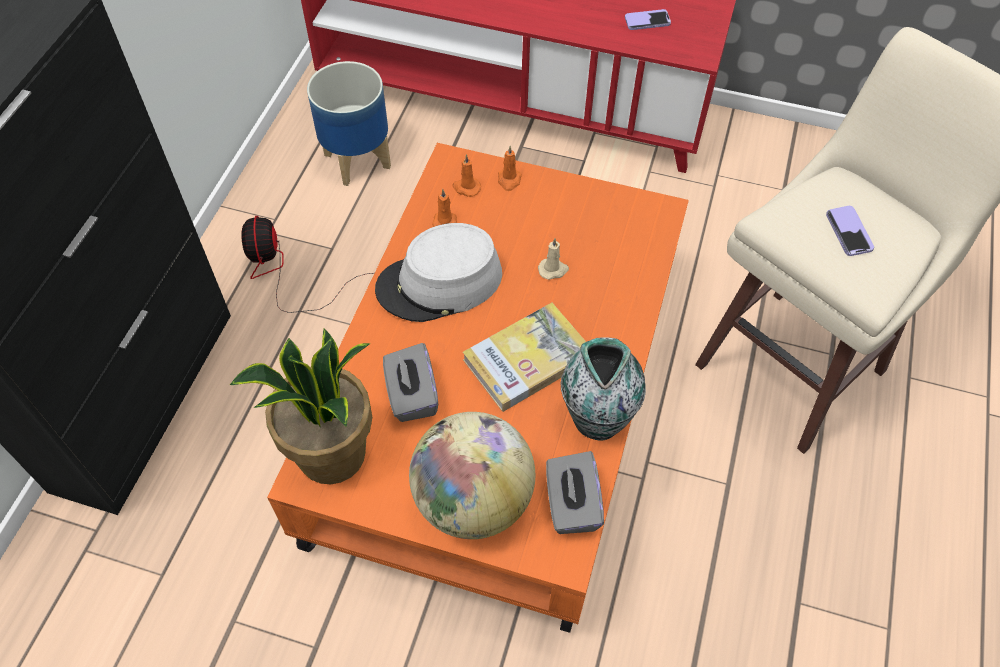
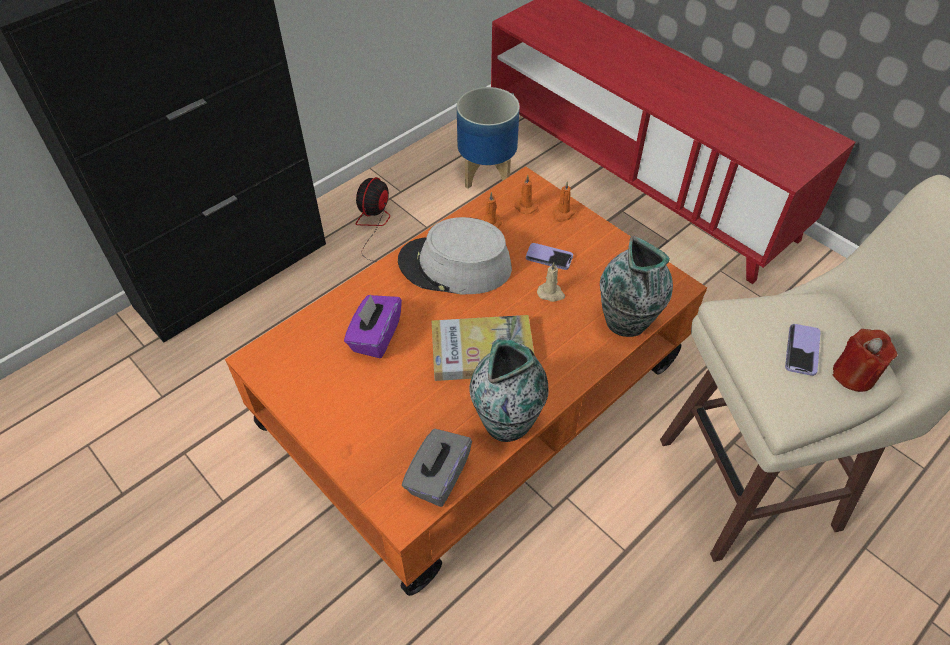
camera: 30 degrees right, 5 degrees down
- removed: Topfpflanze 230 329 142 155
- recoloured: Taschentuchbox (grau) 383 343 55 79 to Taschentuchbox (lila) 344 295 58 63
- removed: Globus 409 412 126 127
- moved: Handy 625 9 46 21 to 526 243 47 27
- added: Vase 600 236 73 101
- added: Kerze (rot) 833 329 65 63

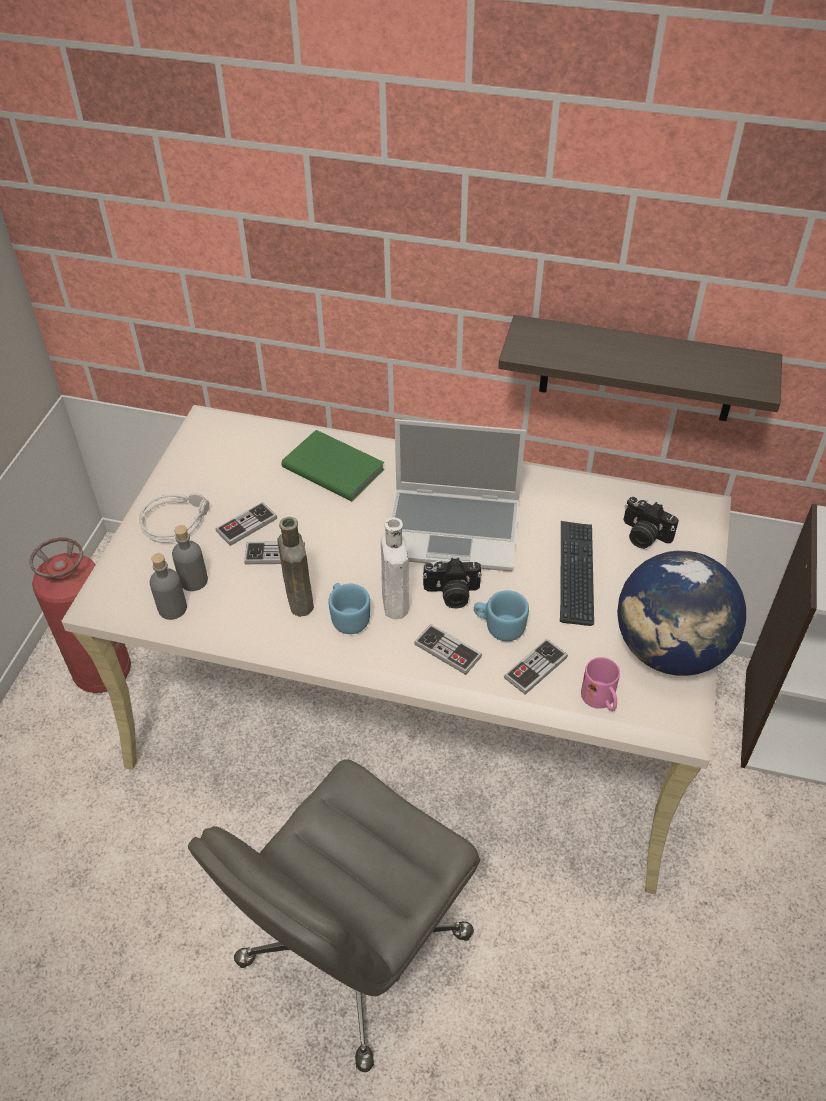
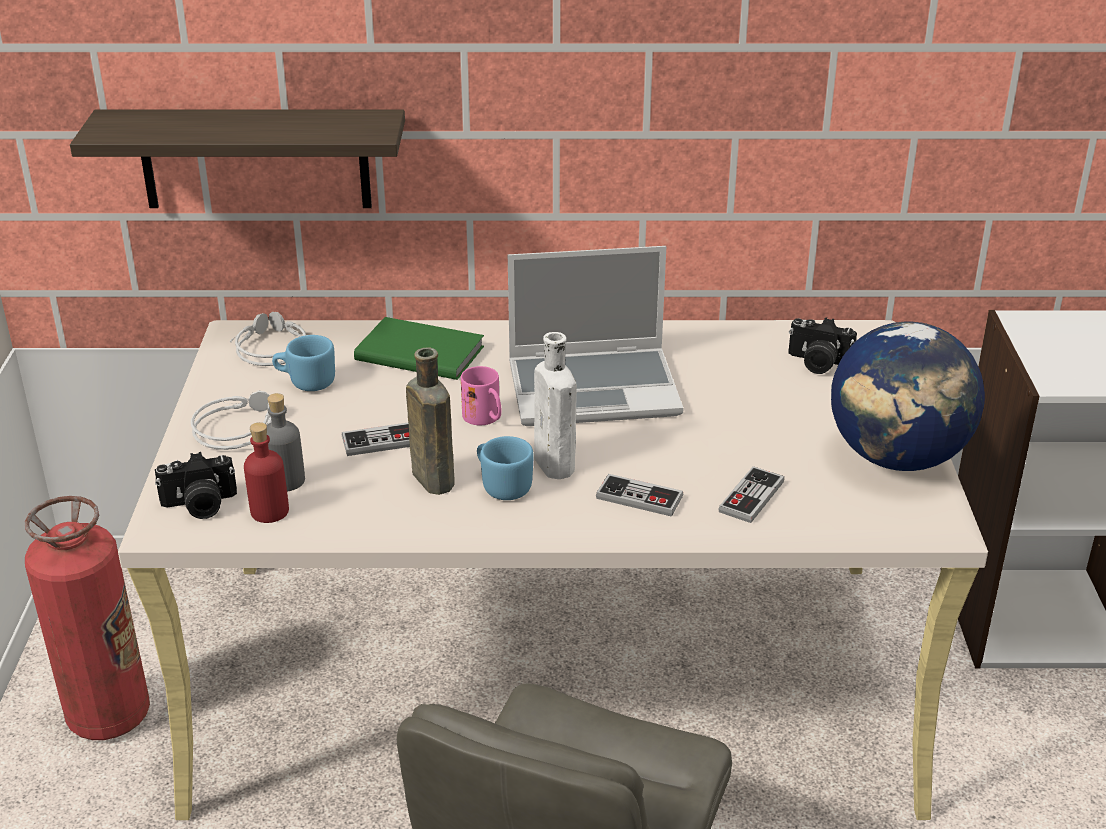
camera: 15 degrees left, 15 degrees down
- recoloured: Flasche (grau) 150 553 37 67 to Flasche (rot) 244 422 45 101
- removed: Gamepad 216 502 61 44
- moved: Kamera 423 558 59 50 to 155 452 82 67
- moved: Henkelbecher (blau) 474 590 55 51 to 272 335 63 56
- moved: Wandregal 498 315 284 106 to 70 109 335 99
- removed: Tastatur 560 521 34 105
- moved: Henkelbecher (rosa) 581 657 39 54 to 461 366 41 59
- added: Kopfhörer (grau) 230 311 76 55

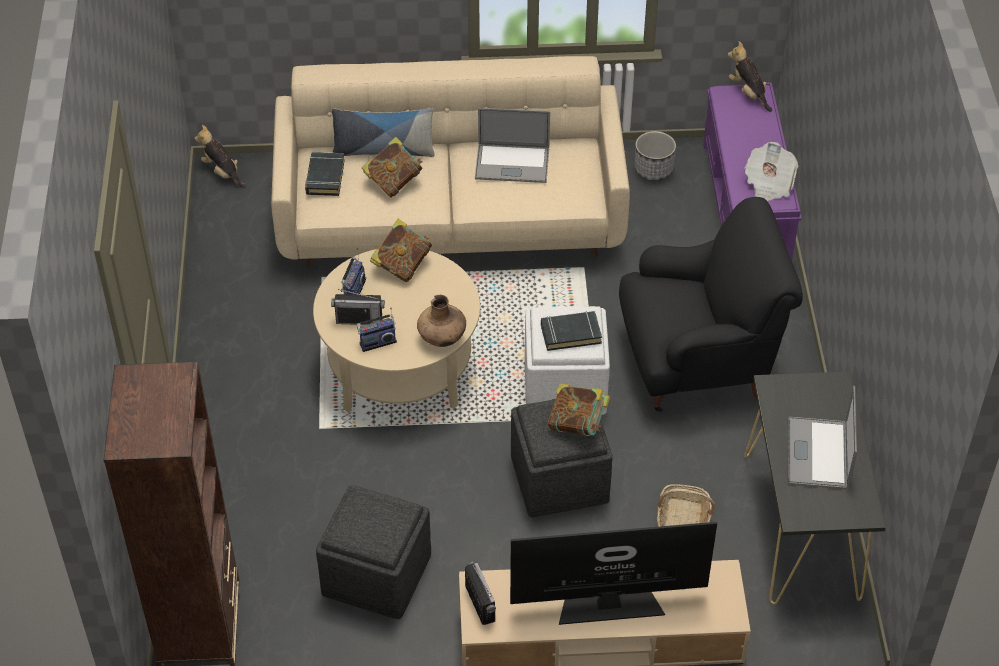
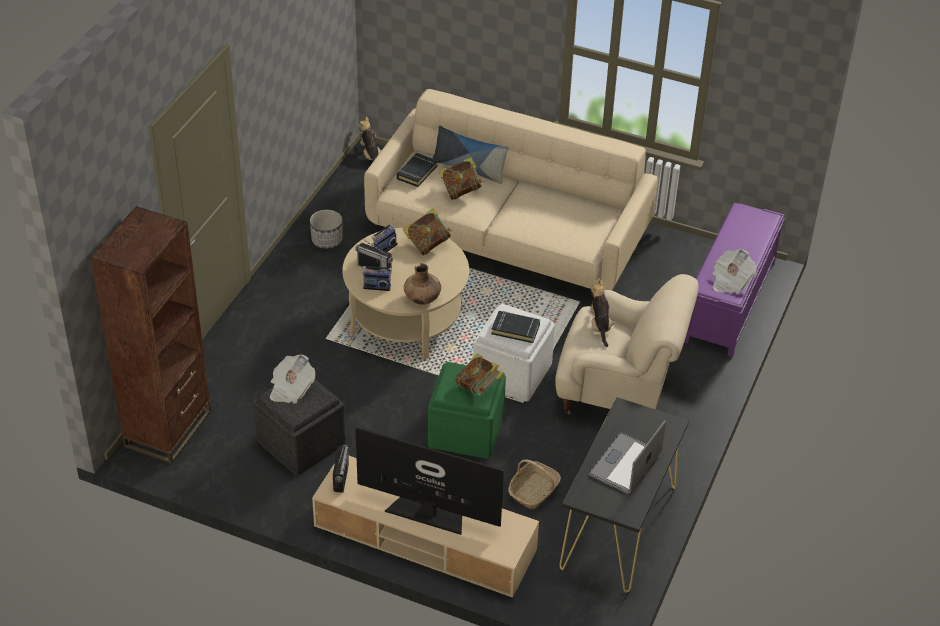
camera: 25 degrees right, 5 degrees down
- removed: Laptop 475 108 75 75
- recoloured: Polsterhocker (grau) 511 399 102 119 to Polsterhocker (grün) 428 362 78 97
- recoloured: Sessel (schwarz) 619 197 184 215 to Sessel (beige) 555 274 144 141
- moved: Pflanzkübel 635 131 41 50 to 310 210 33 39
- moved: Plüschtier 728 41 44 71 to 590 280 26 67
- added: Zeitung 270 354 45 50

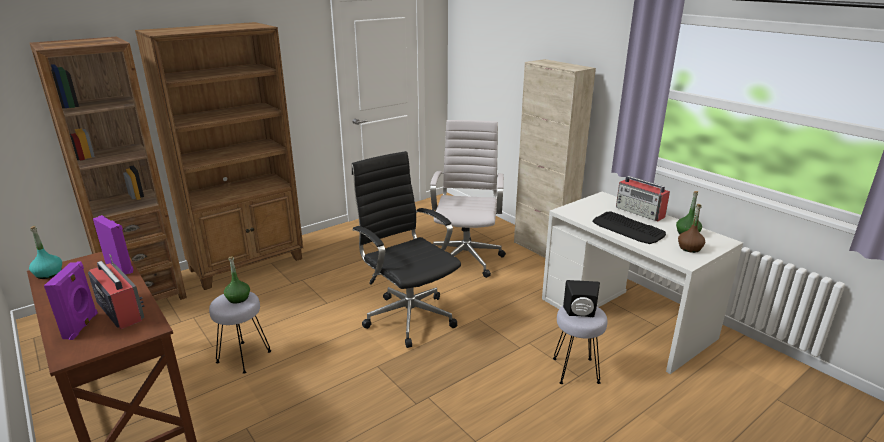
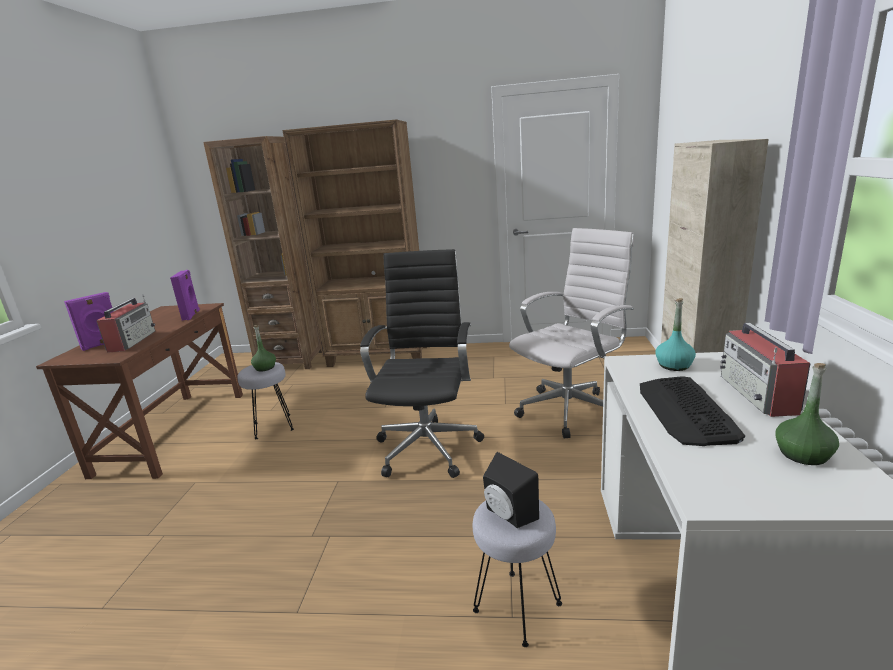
camera: 45 degrees right, 5 degrees down
- moved: Flasche (türkis) 29 226 33 53 to 655 298 41 73
- removed: Flasche (braun) 678 204 27 49

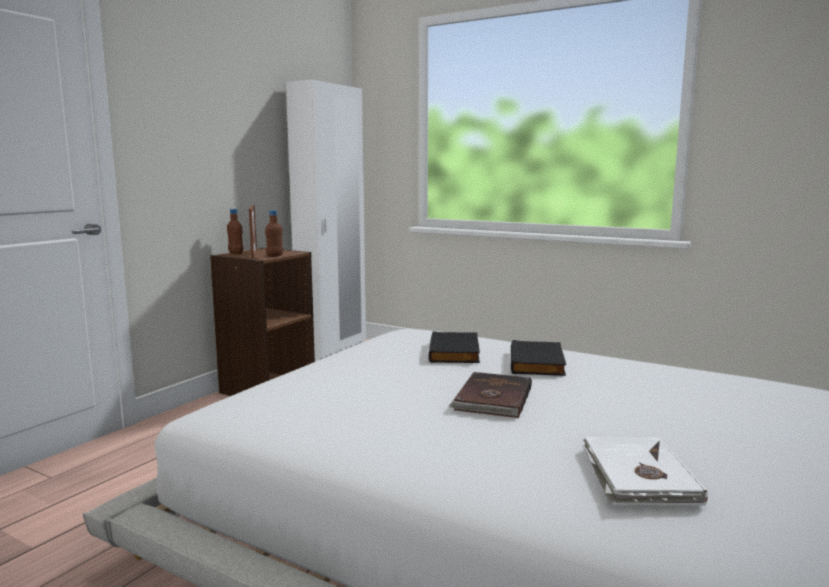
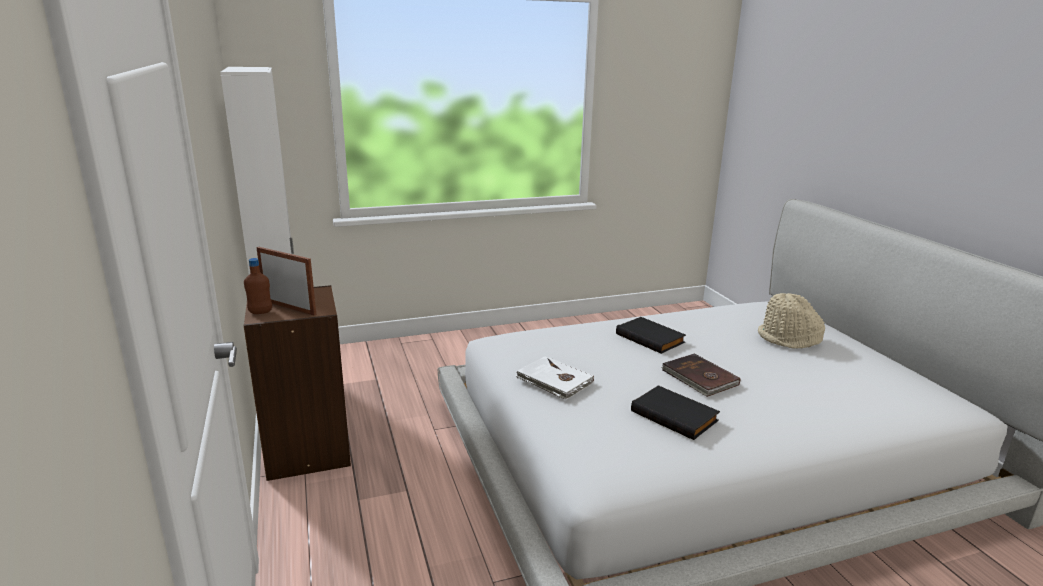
camera: 50 degrees left, 10 degrees up
- removed: Flasche (braun) 265 210 18 47
- moved: Buch (schwarz) 429 331 51 32 to 631 385 89 55
- moved: Buch (weiß) 583 437 125 69 to 516 356 78 44
- added: Hut (beige) 758 293 67 56

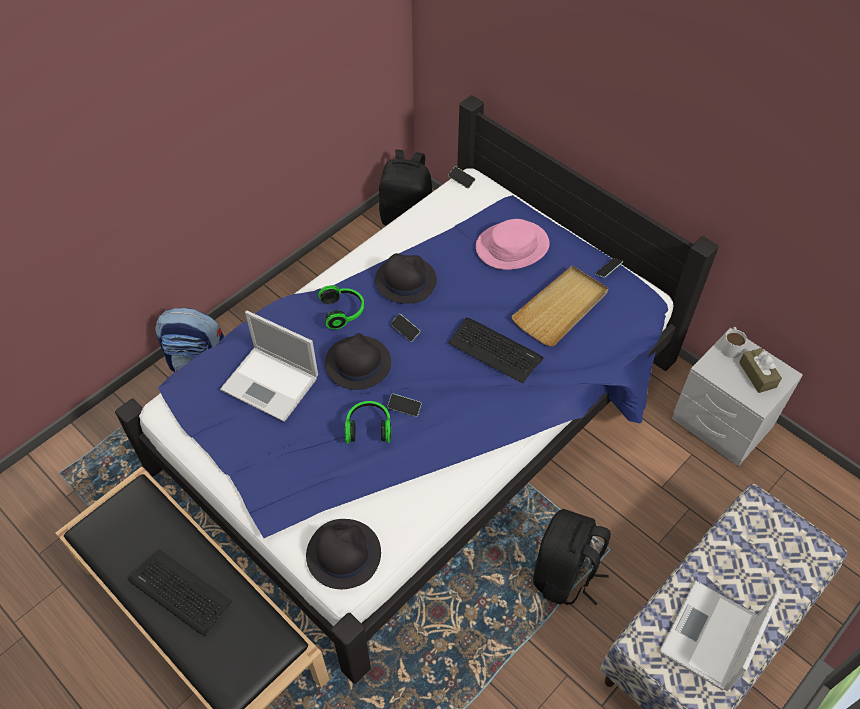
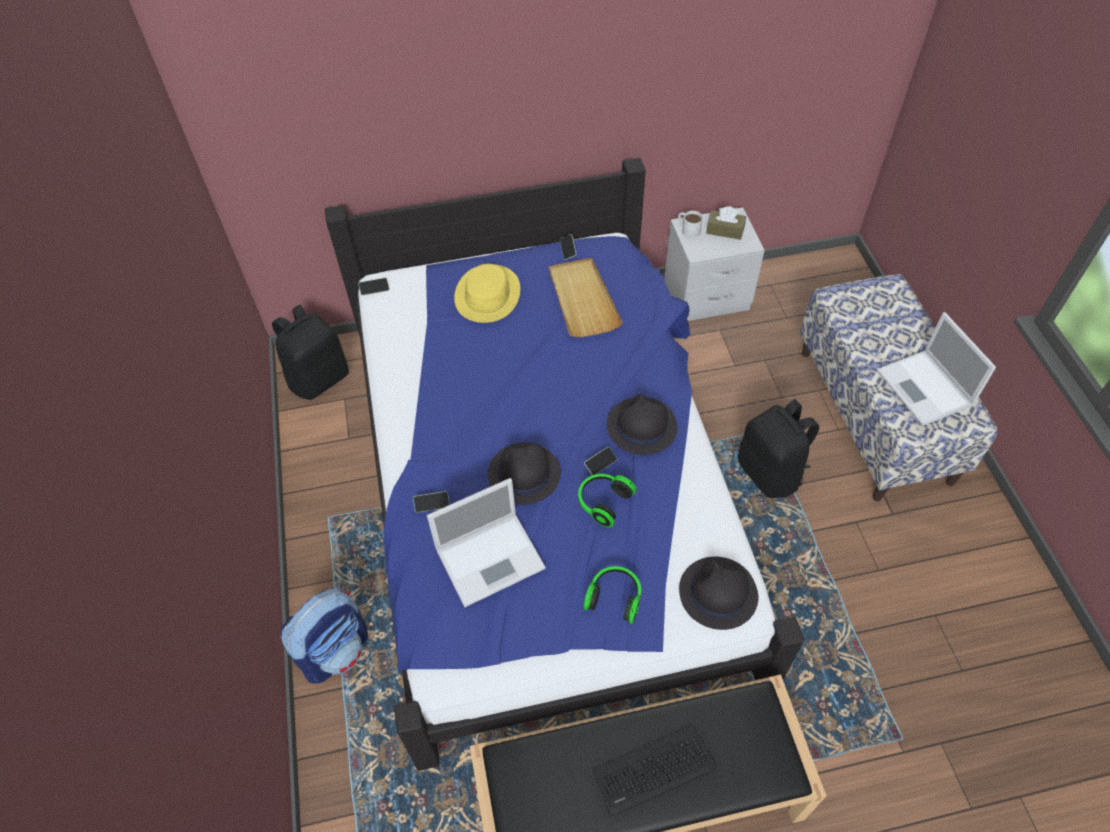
camera: 55 degrees left, 0 degrees up
- moved: Kopfhörer 318 285 46 44 to 584 566 57 58
- moved: Hut (schwarz) 375 253 62 51 to 607 394 71 61
- moved: Handy 391 314 29 28 to 413 491 37 22
- removed: Tastatur 448 317 96 66
- recoloured: Hut (rosa) 476 219 74 51 to Hut (gelb) 454 264 67 59

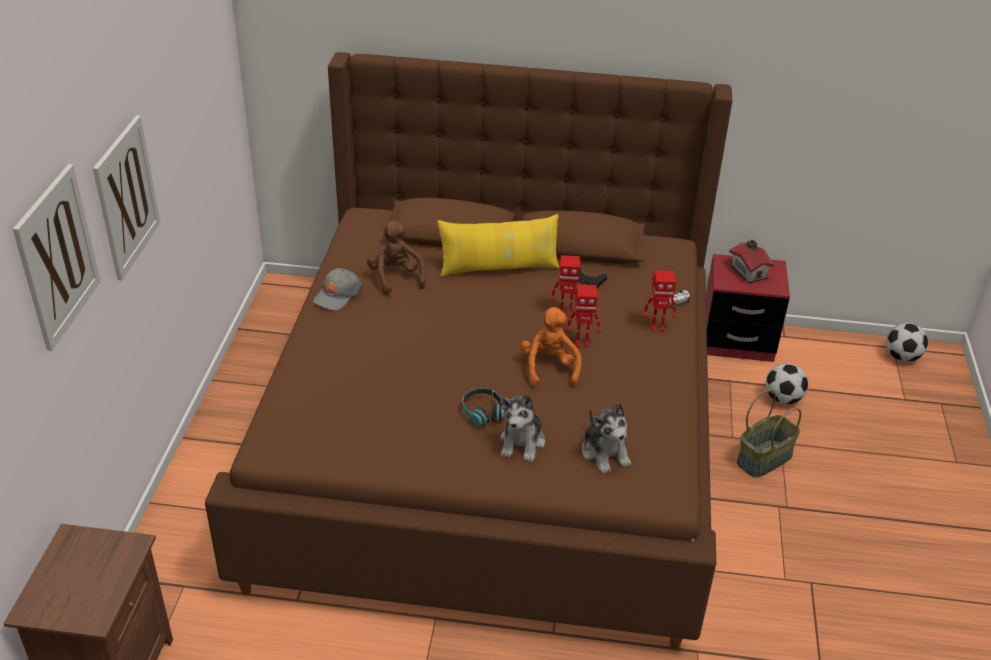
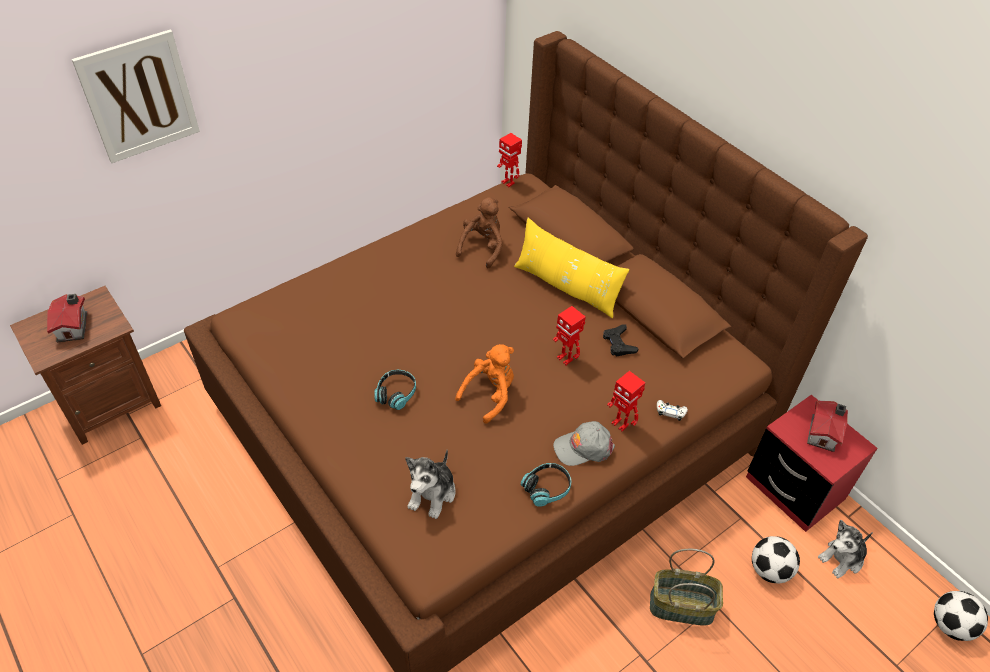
camera: 45 degrees right, 10 degrees up
- removed: Bild 93 115 67 165
- moved: Kappe (grau) 313 268 49 43 to 553 421 62 45
- moved: Plüschtier 500 394 45 68 to 818 520 55 58
- moved: Spielzeugroboter 566 285 35 62 to 497 133 25 54
- added: Spielzeughaus 47 294 41 48
- added: Kopfhörer 521 463 50 44

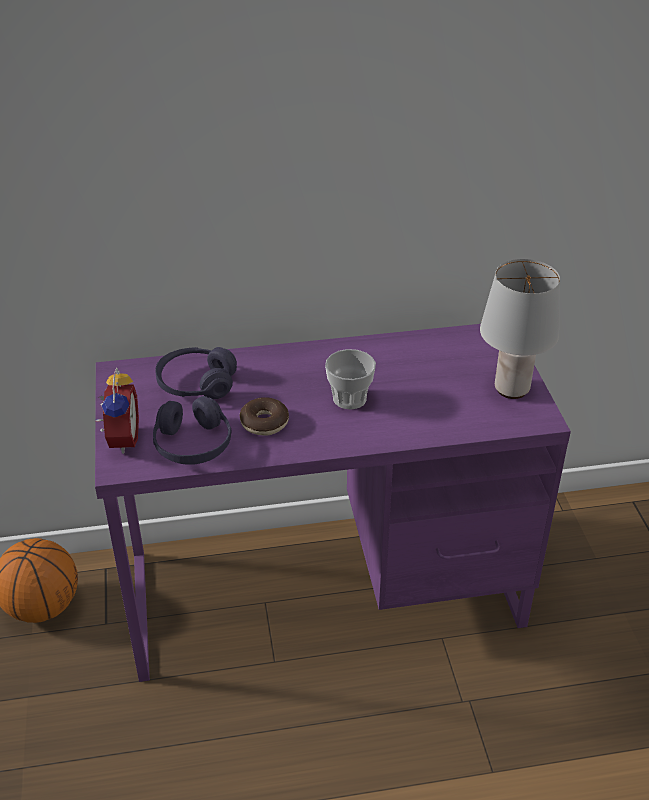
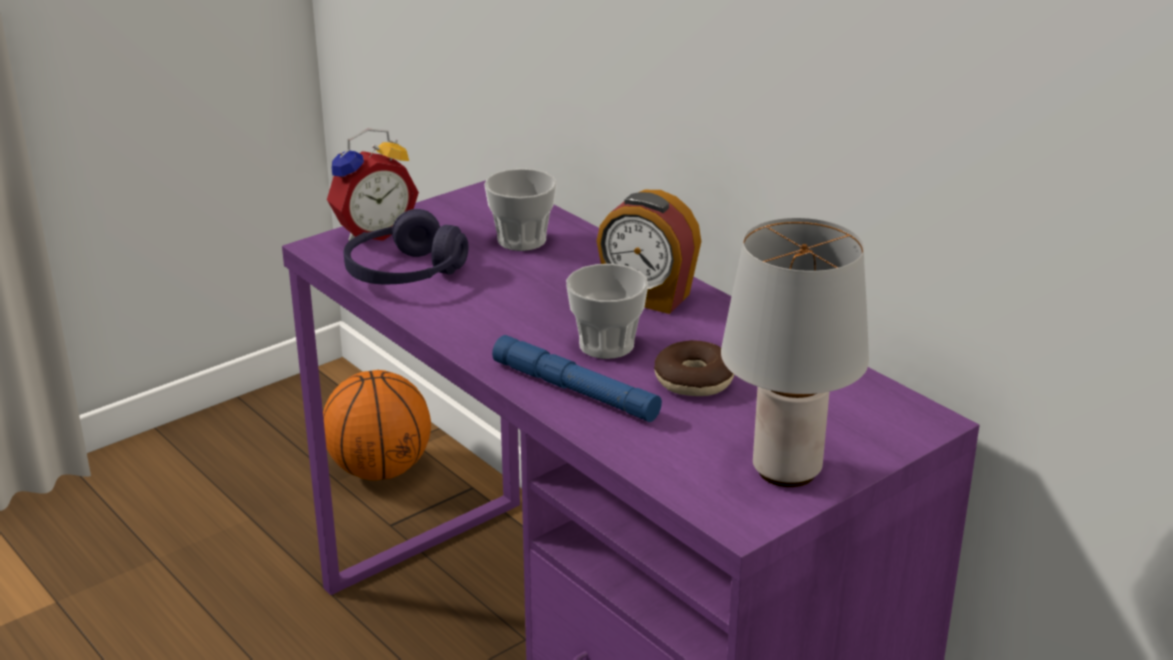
camera: 60 degrees right, 10 degrees down
- replaced: Kopfhörer (lila) 155 347 82 52 to Tasse 484 168 73 83
- moved: Donut 240 397 49 38 to 654 340 80 56
- added: Taschenlampe (blau) 492 335 170 87
- added: Wecker 597 190 104 124

